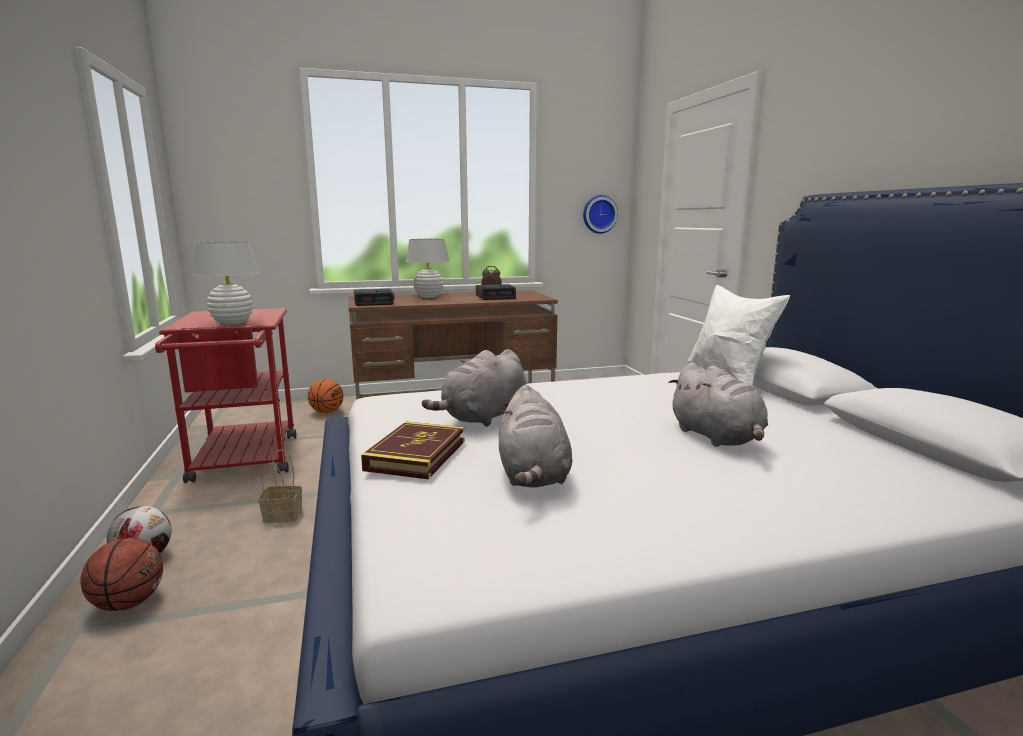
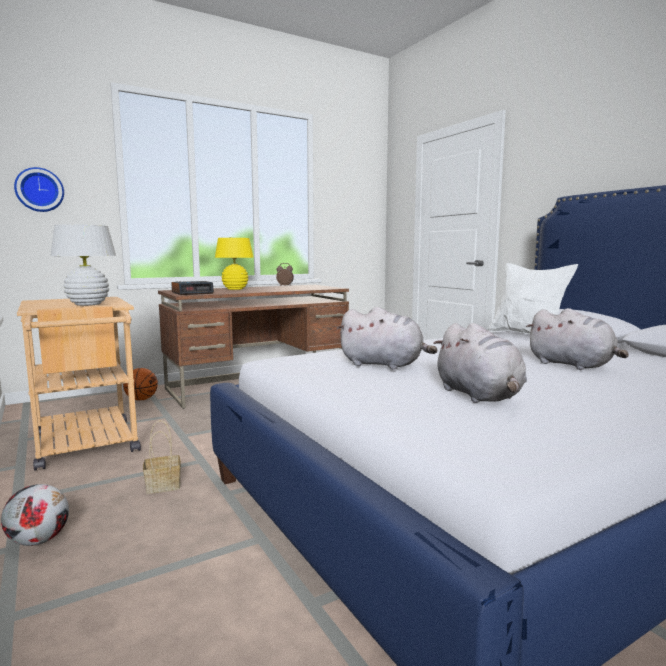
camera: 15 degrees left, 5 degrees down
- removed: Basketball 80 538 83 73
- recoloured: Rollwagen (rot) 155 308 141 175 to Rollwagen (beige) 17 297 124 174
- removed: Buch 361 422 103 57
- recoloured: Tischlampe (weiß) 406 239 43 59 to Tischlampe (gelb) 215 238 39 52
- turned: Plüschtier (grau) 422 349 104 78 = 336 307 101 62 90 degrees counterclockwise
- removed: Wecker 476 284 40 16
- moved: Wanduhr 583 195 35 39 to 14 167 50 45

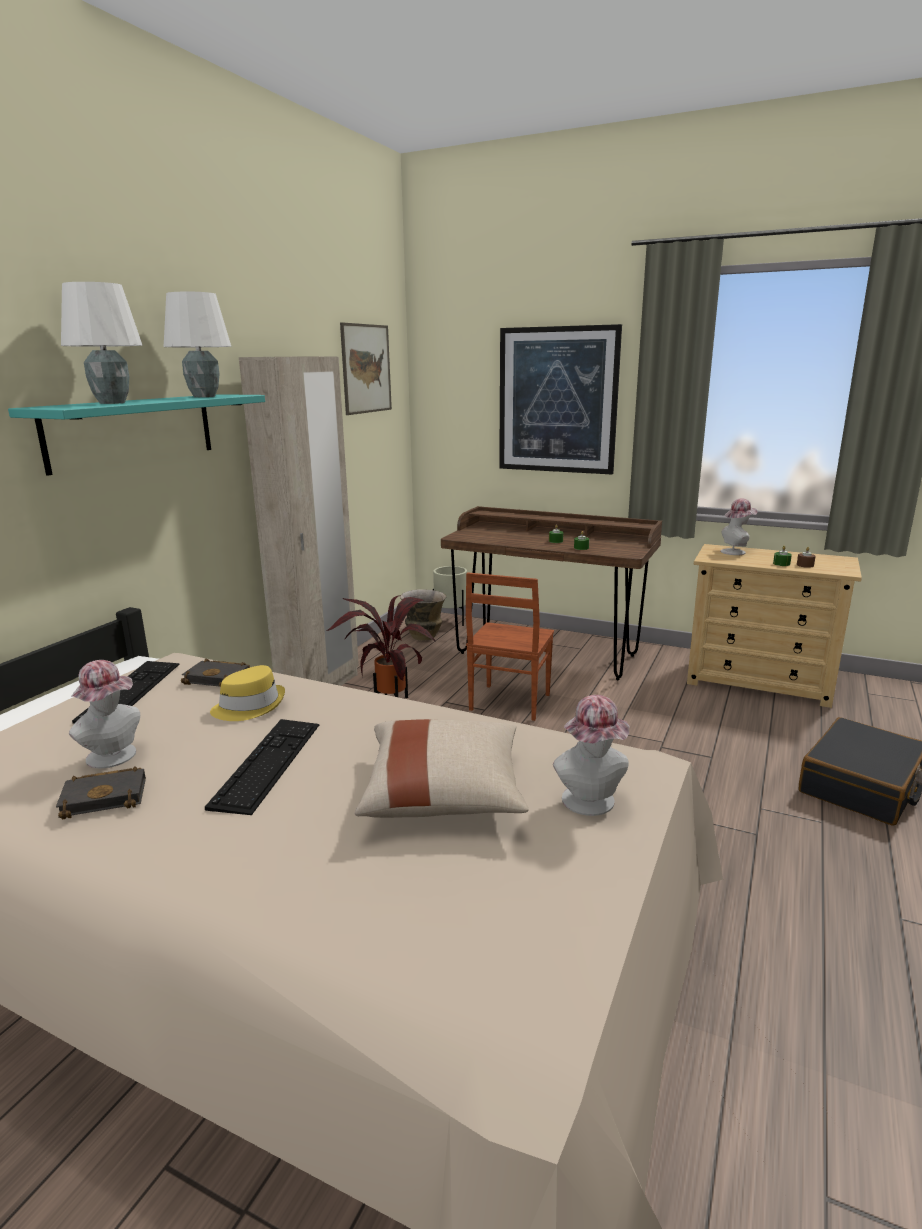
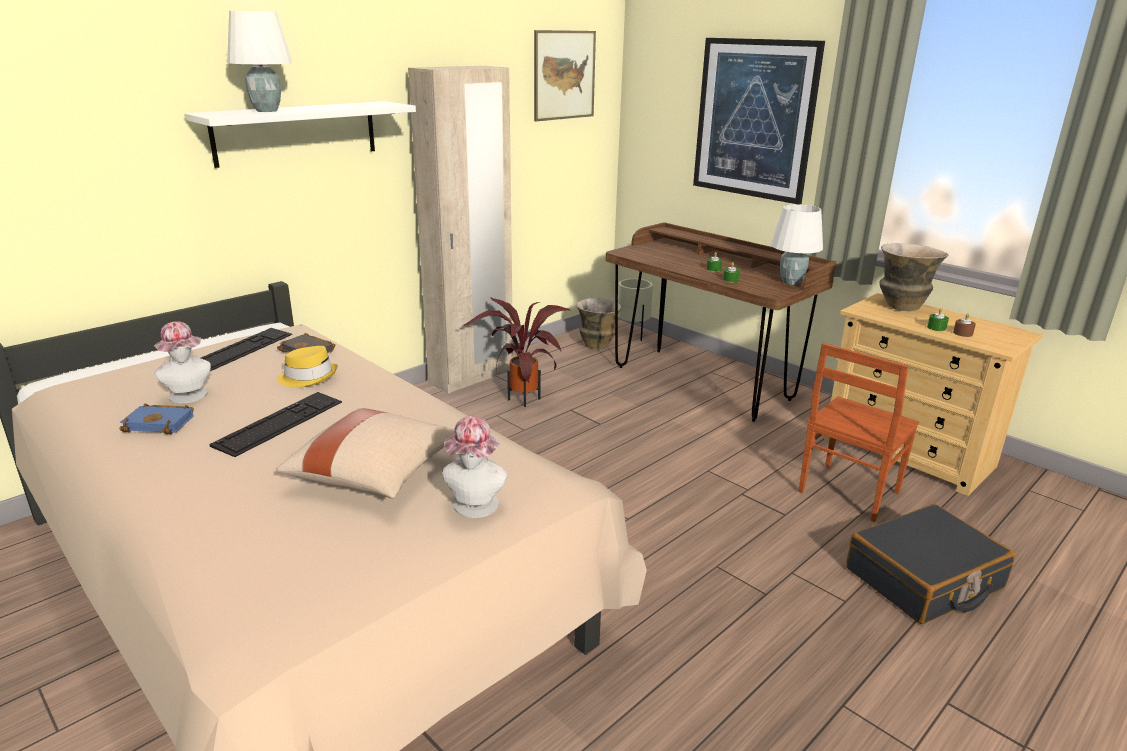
camera: 20 degrees right, 5 degrees up
- recoloured: Wandregal (türkis) 8 394 257 82 to Wandregal (weiß) 184 101 232 67
- recoloured: Buch (schwarz) 56 766 90 53 to Buch (blau) 120 404 74 30
- moved: Tischlampe (weiß) 164 292 67 105 to 771 204 52 81
- moved: Stuhl (braun) 466 572 88 149 to 798 343 121 179
- replaced: Hut 720 498 38 57 to Vase 879 243 69 68

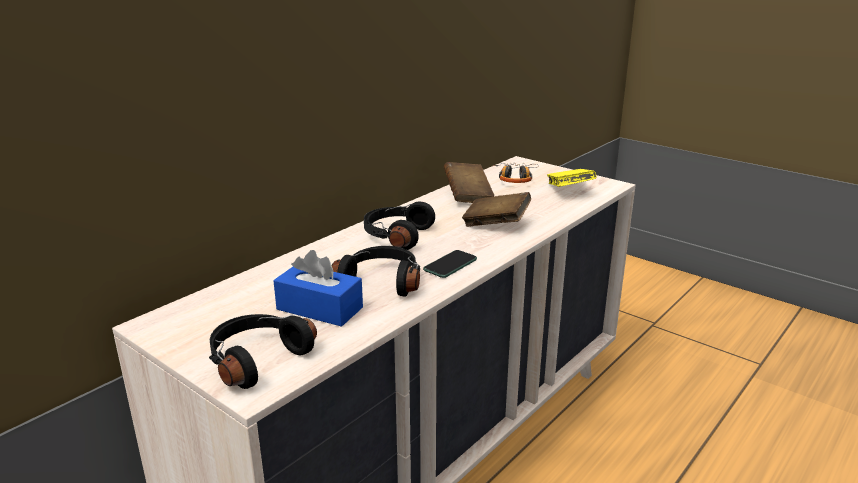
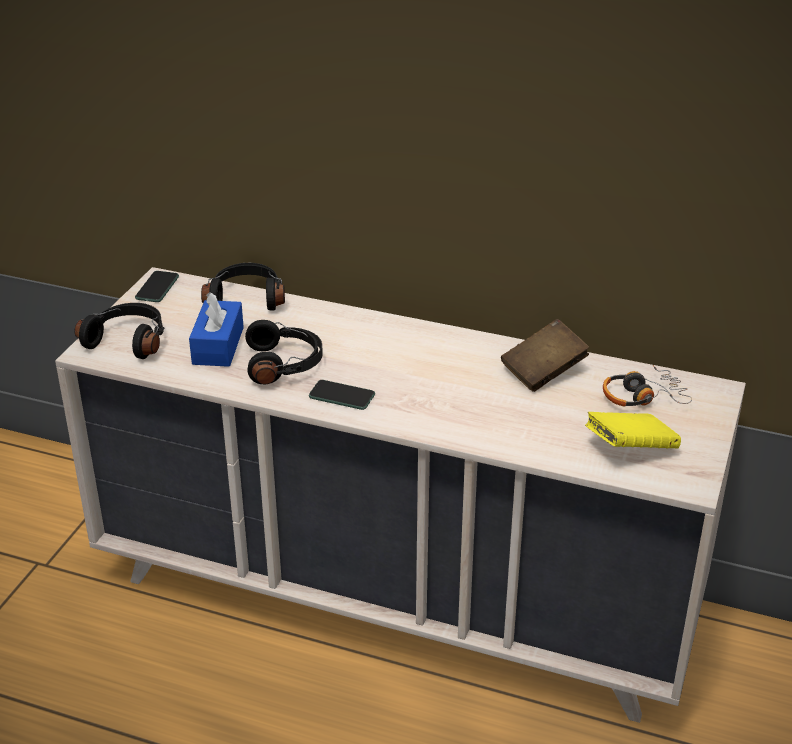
camera: 70 degrees right, 10 degrees up
- moved: Kopfhörer (schwarz) 364 202 71 48 to 201 263 84 48
- removed: Buch (braun) 462 192 69 35
- added: Handy 135 271 44 31

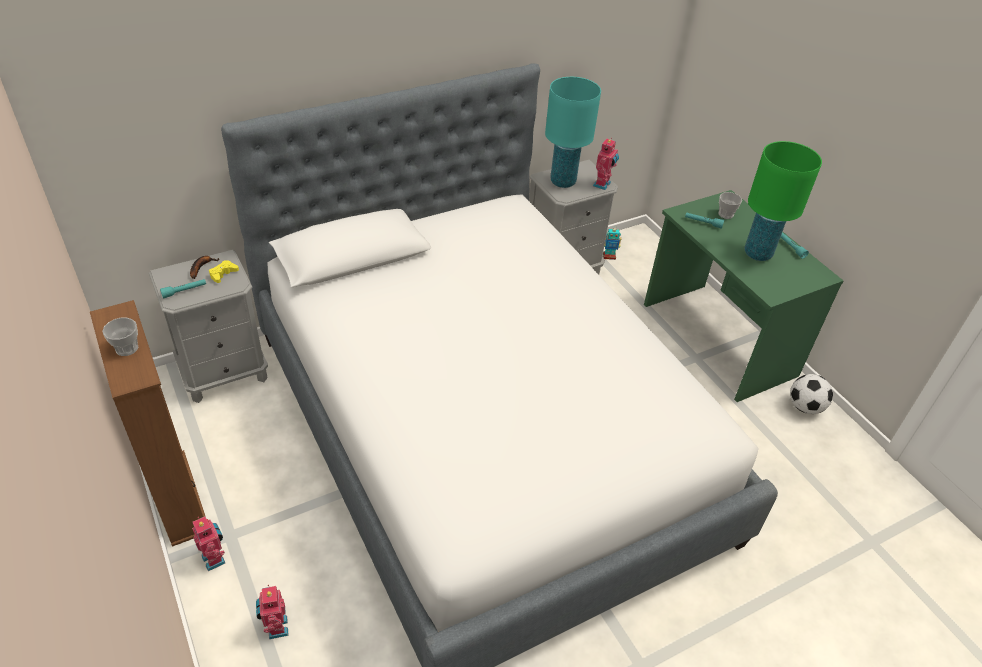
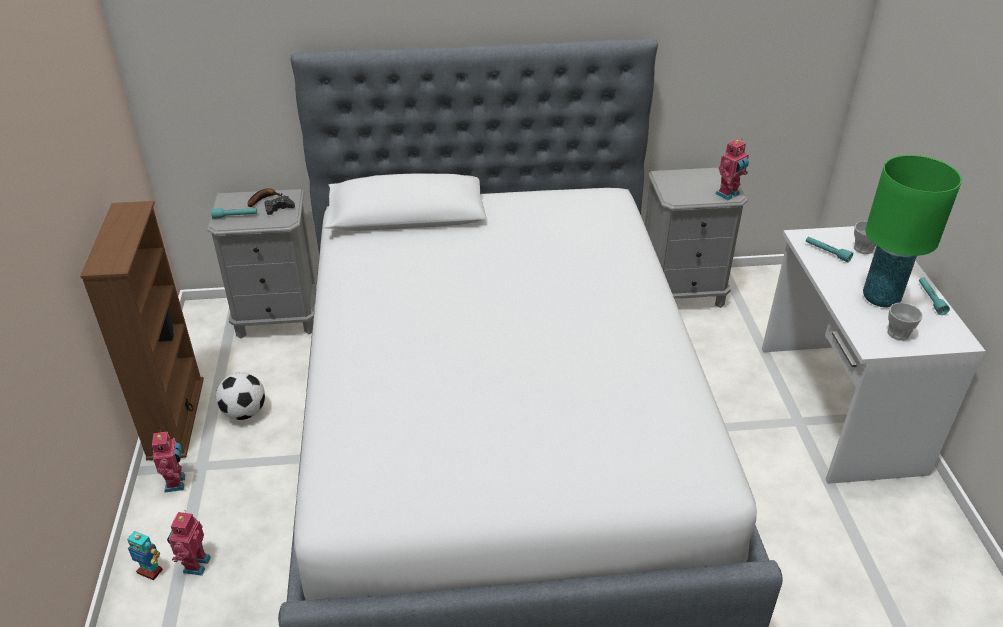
camera: 25 degrees right, 5 degrees down
- moved: Tasse 102 318 36 38 to 887 303 36 38
- recoloured: Gamepad (gelb) 209 260 30 23 to Gamepad (schwarz) 265 195 30 20
- removed: Tischlampe (türkis) 545 77 56 111
- moved: Spielzeugroboter 603 228 18 32 to 127 531 36 49
- recoloured: Schreibtisch (grün) 644 190 199 212 to Schreibtisch (weiß) 762 226 224 258
- moved: Fußball 790 374 43 40 to 216 372 49 48

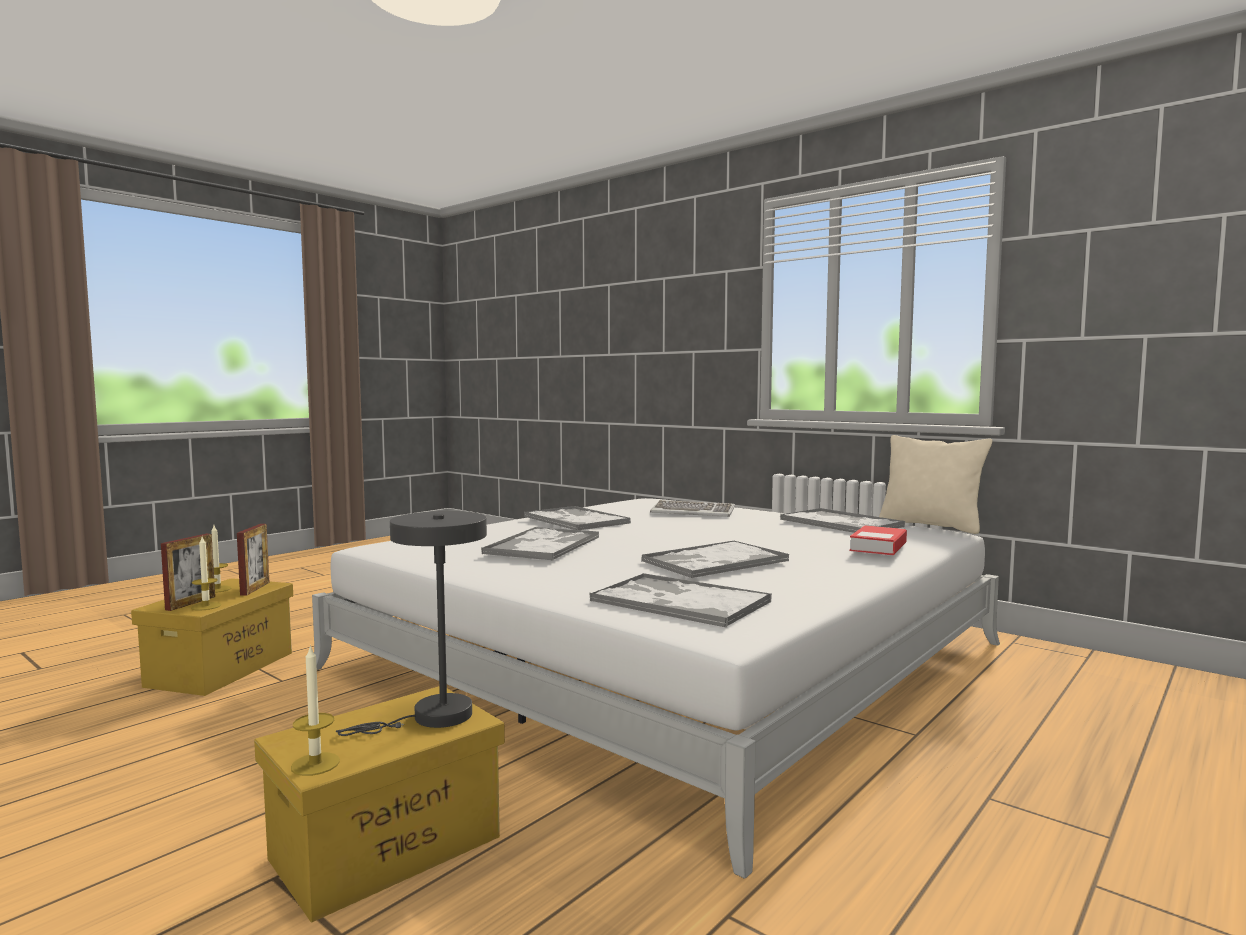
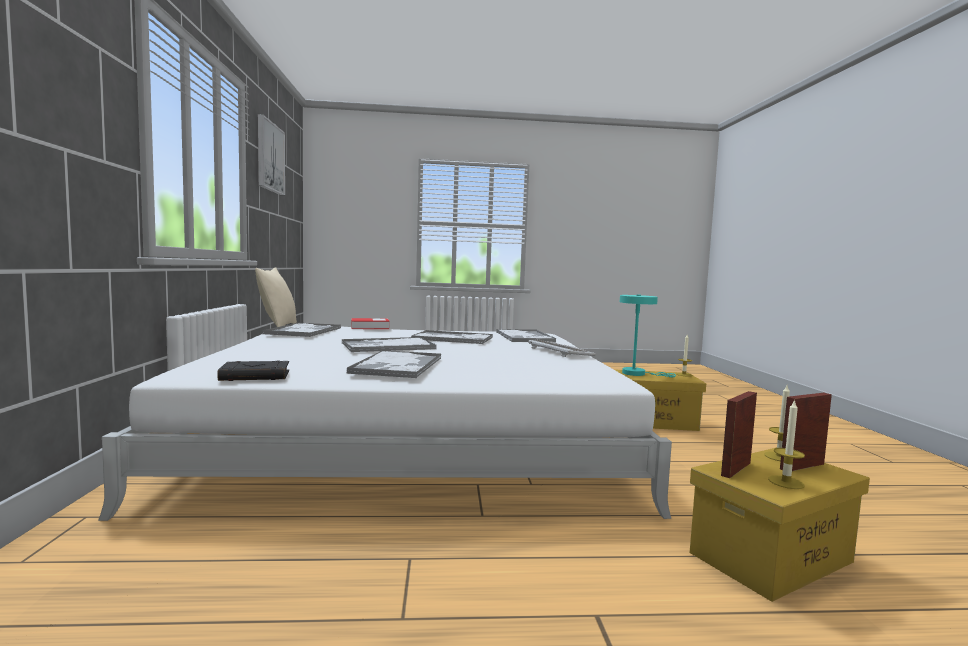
camera: 135 degrees left, 0 degrees up
- recoloured: Tischlampe (grau) 336 511 151 225 to Tischlampe (türkis) 620 294 56 83
- moved: Tablett 481 527 118 33 to 342 337 94 15
- moved: Tastatur 650 500 85 17 to 528 339 68 18
- added: Buch (schwarz) 217 360 72 21
- added: Bild 258 114 27 81

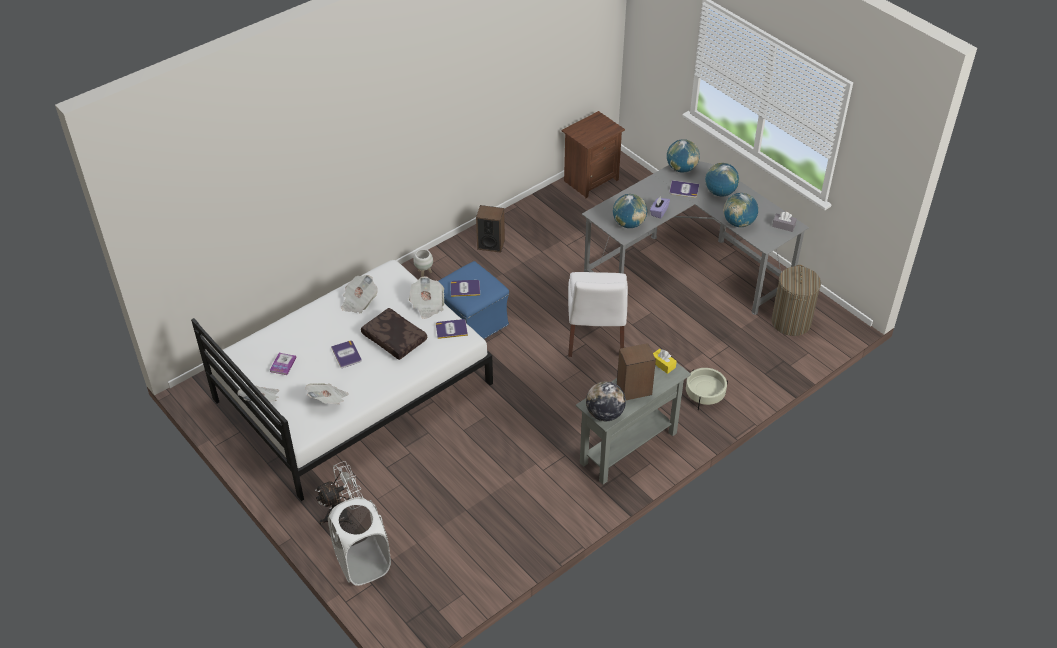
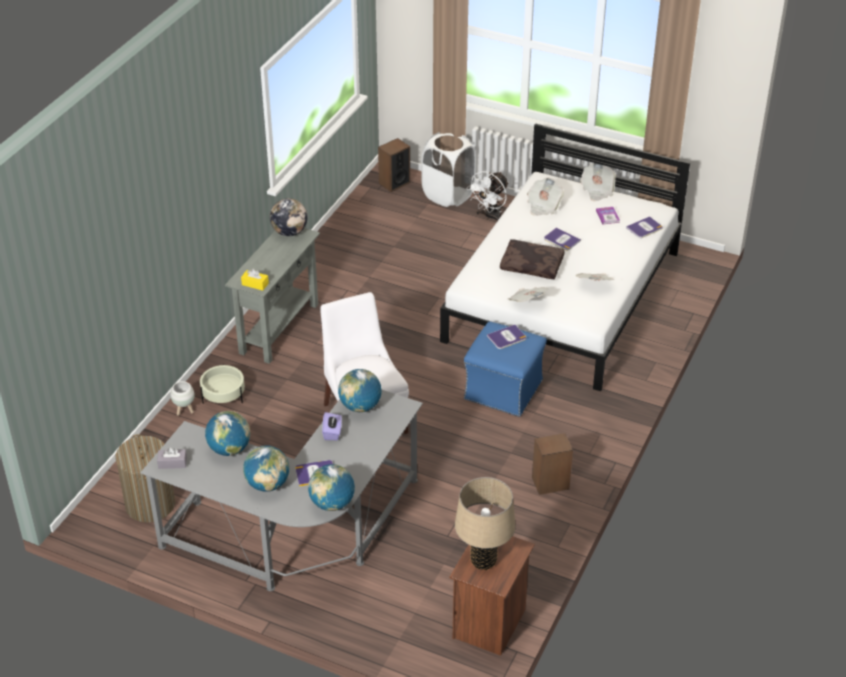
camera: 155 degrees right, 5 degrees down
- moved: Pflanzkübel (weiß) 413 249 20 28 to 170 381 25 35
- moved: Buch 436 319 32 20 to 626 216 37 22
- moved: Lautsprecher 617 343 39 57 to 378 138 32 54
- added: Tischlampe (beige) 455 477 61 93

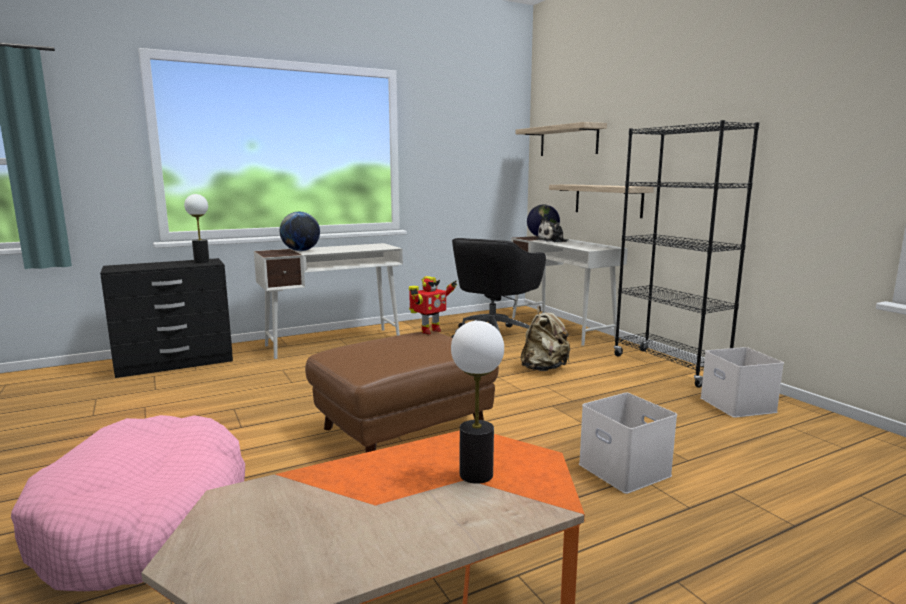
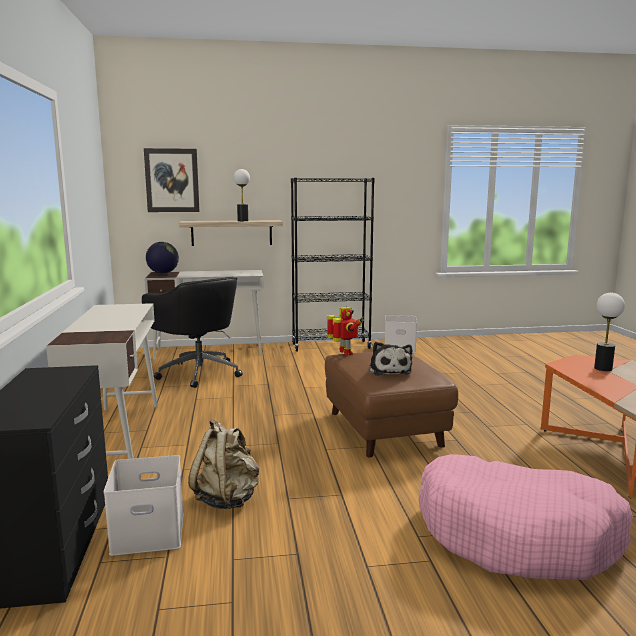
camera: 70 degrees left, 0 degrees up
- moved: Tischlampe 184 194 25 69 to 234 169 16 52
- removed: Globus 280 212 40 39
- replaced: Wandregal 515 122 92 34 to Bild 144 148 56 64
- moved: Rucksack (beige) 521 306 49 65 to 188 419 71 90
- moved: Plüschtier 536 218 33 24 to 370 342 42 34
- moved: Aufbewahrungsbox (weiß) 579 393 98 101 to 104 455 80 101

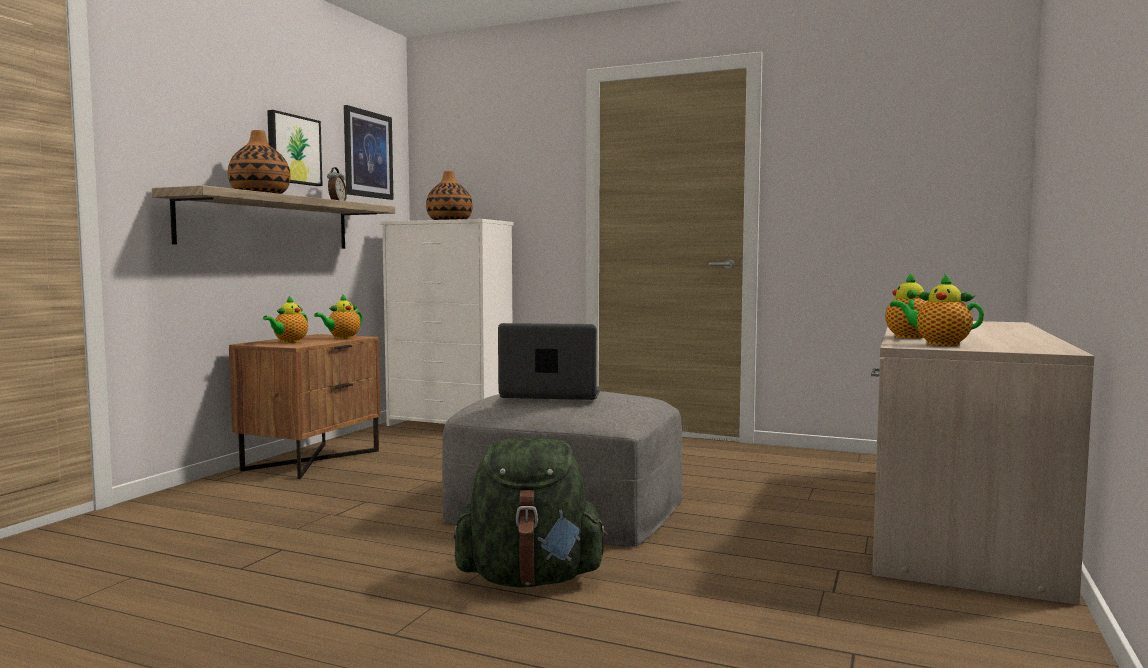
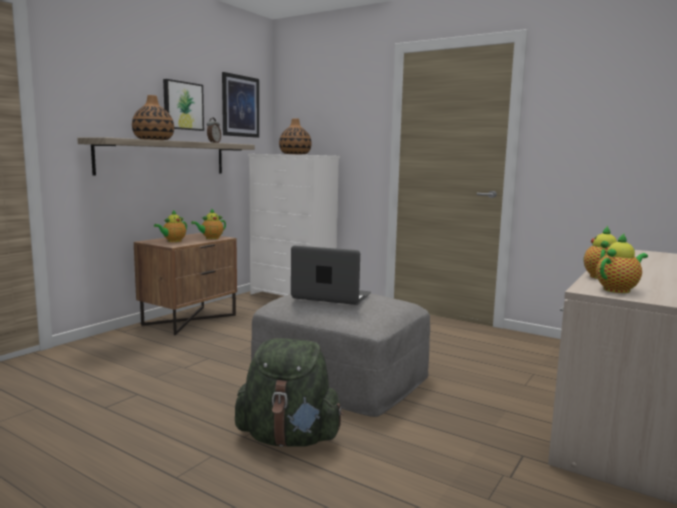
camera: 10 degrees right, 5 degrees up
- turned: Teekanne 890 274 94 72 = 596 233 52 60 105 degrees clockwise

